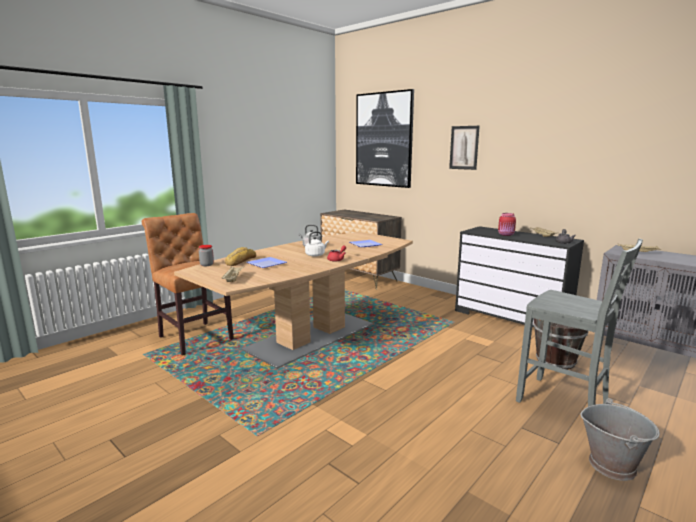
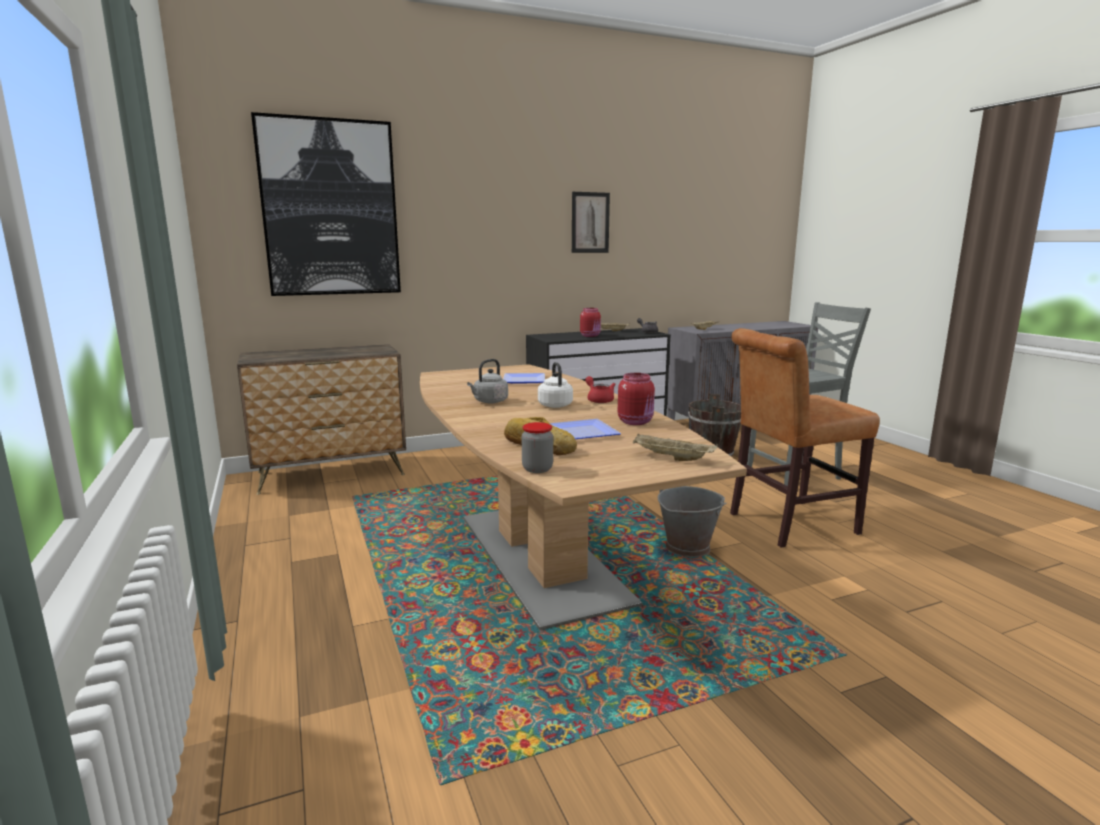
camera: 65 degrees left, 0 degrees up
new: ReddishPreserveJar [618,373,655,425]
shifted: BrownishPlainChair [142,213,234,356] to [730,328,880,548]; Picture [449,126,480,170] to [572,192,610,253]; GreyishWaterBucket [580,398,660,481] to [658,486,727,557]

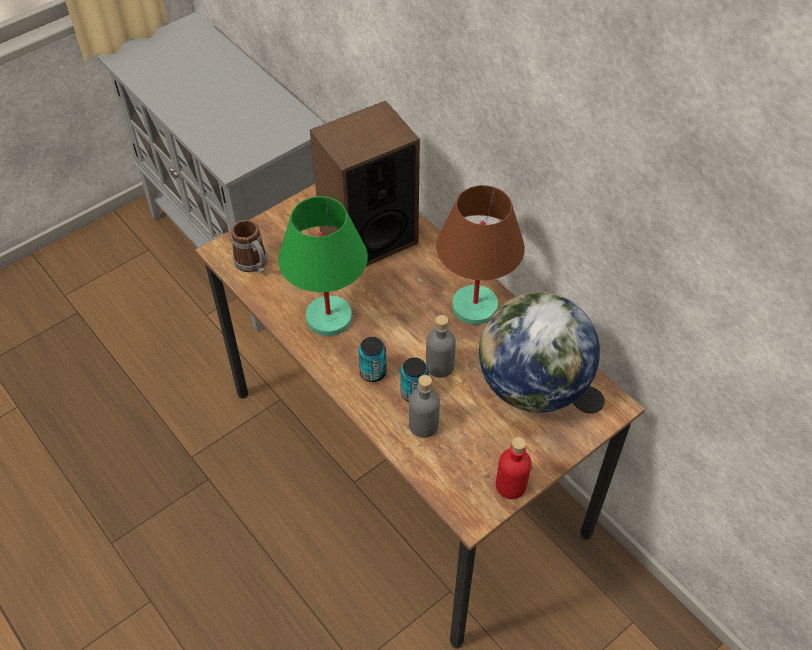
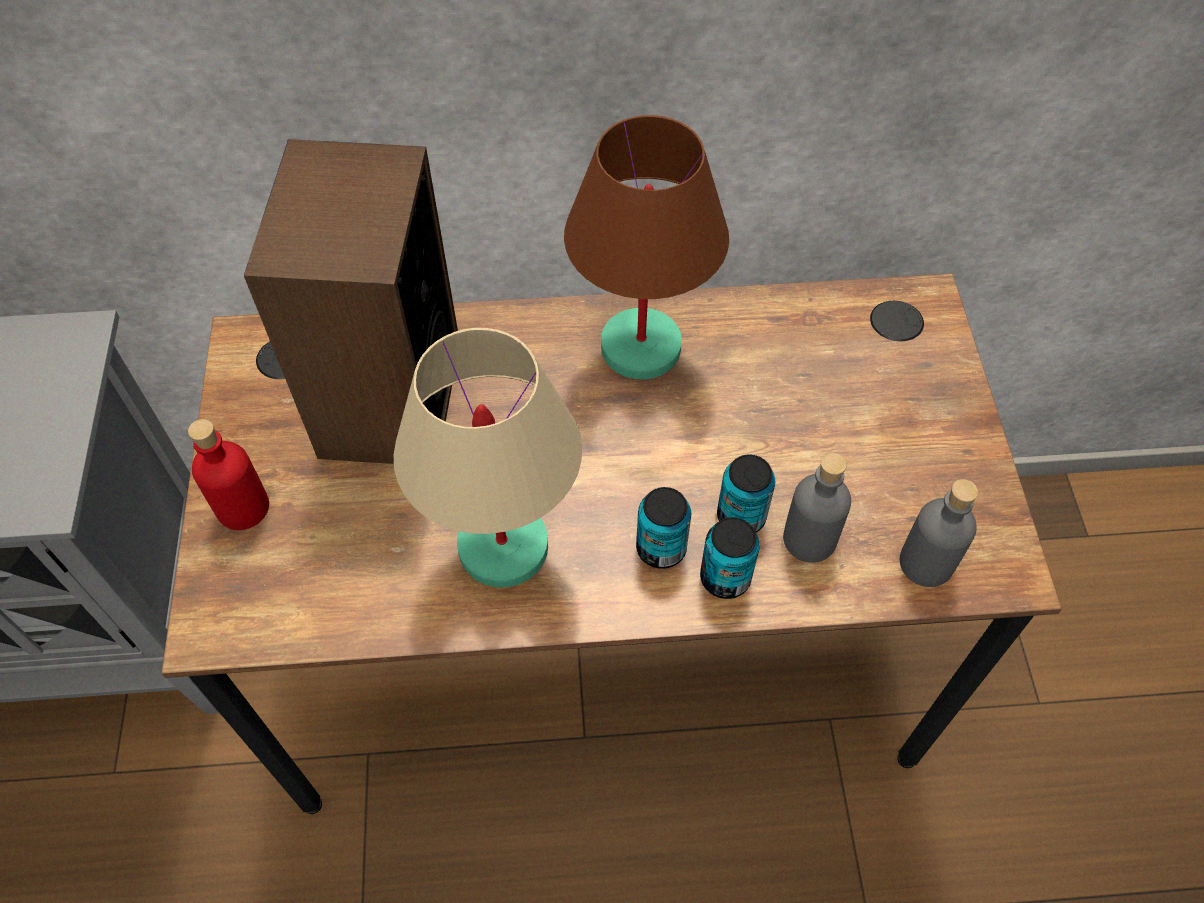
camera: 55 degrees left, 5 degrees up
gone: CoffeeMug [231,220,267,274]; WorldGlobe [479,292,600,413]
new: MetalCan [700,517,760,599]
shifted: GreyishDrinkBottle [426,315,456,378] to [899,479,978,587]; ReddishDrinkBottle [496,437,531,499] to [188,419,269,530]
repainted: GreenColouredLampForATable [278,196,368,336] to SandColouredLampForATable [394,328,582,588]

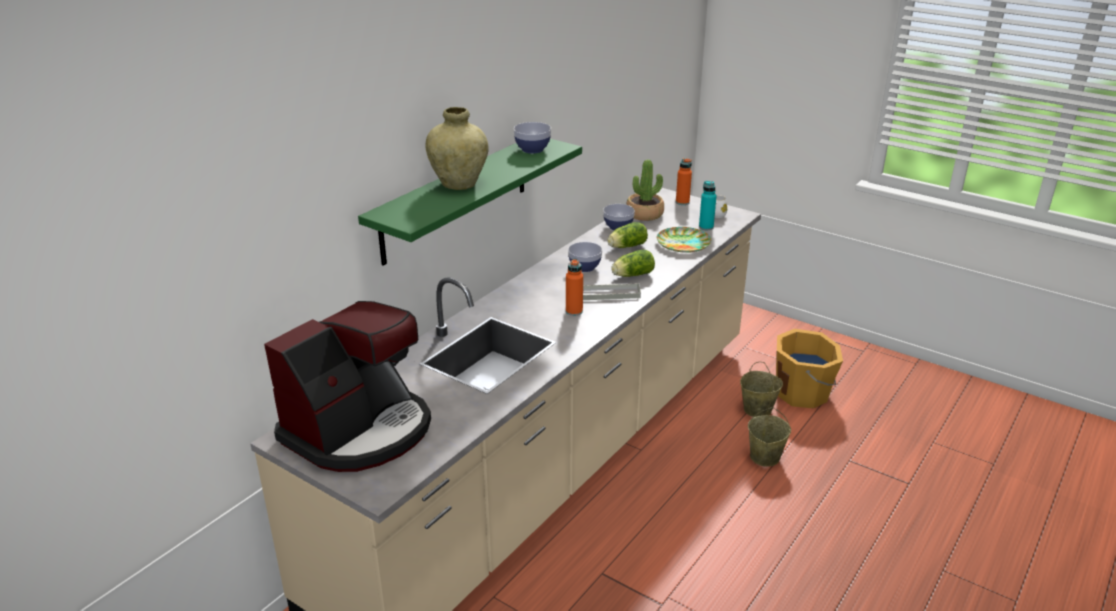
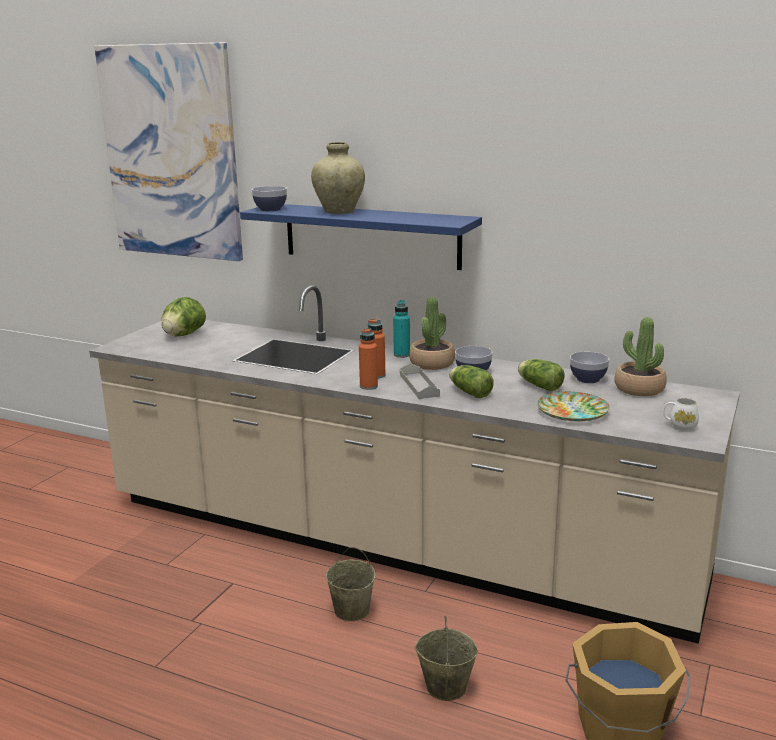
camera: 80 degrees right, 10 degrees down
new: Picture [94,42,243,261]; PlantInAPot [409,297,455,370]
shifted: DeepDish [514,122,551,153] to [252,186,287,211]; OrangeColouredDrinkBottle [676,158,692,205] to [359,328,378,390]; TurquoiseColouredDrinkBottle [699,181,716,230] to [393,300,410,358]; SandColouredWaterBucket [740,362,783,417] to [326,547,375,621]
swapped: CoffeeMaker [264,301,431,472] to HeadOfLettuce [162,297,206,337]
repainted: GreenColouredBracketShelf [358,139,582,266] to BlueBracketShelf [240,204,482,270]

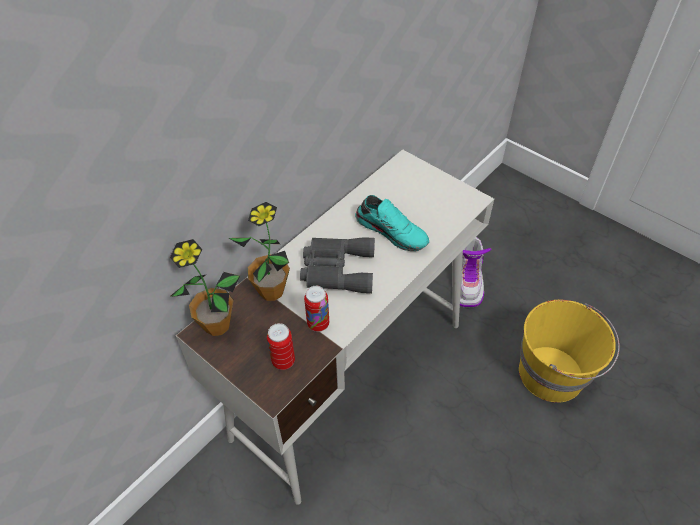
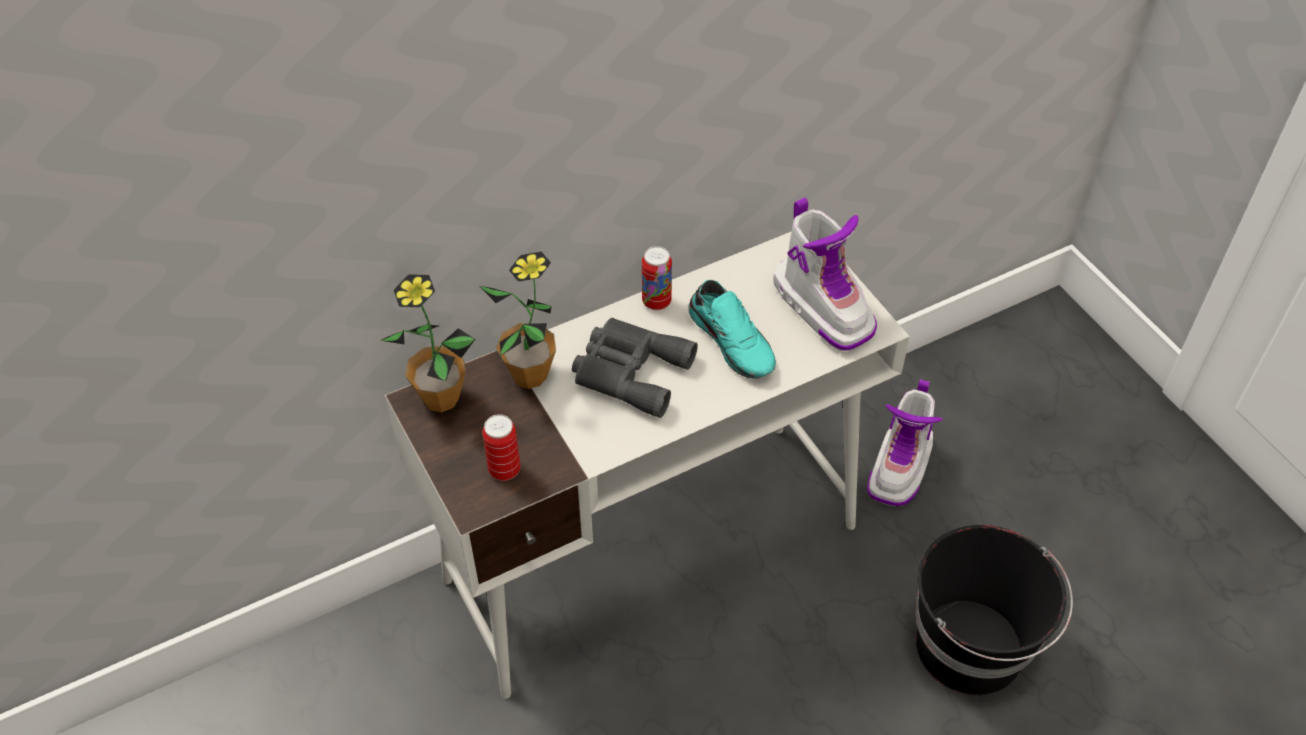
camera: 20 degrees right, 0 degrees up
new: Boot [773,197,877,351]
shifted: MetalCan [304,286,329,332] to [642,246,672,310]
repainted: YellowWaterBucket [519,300,620,403] to BlackWaterBucket [916,525,1073,695]

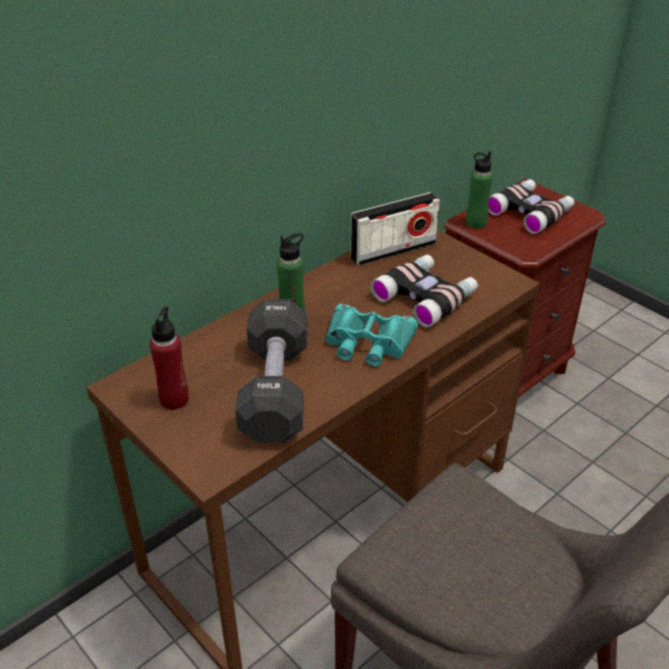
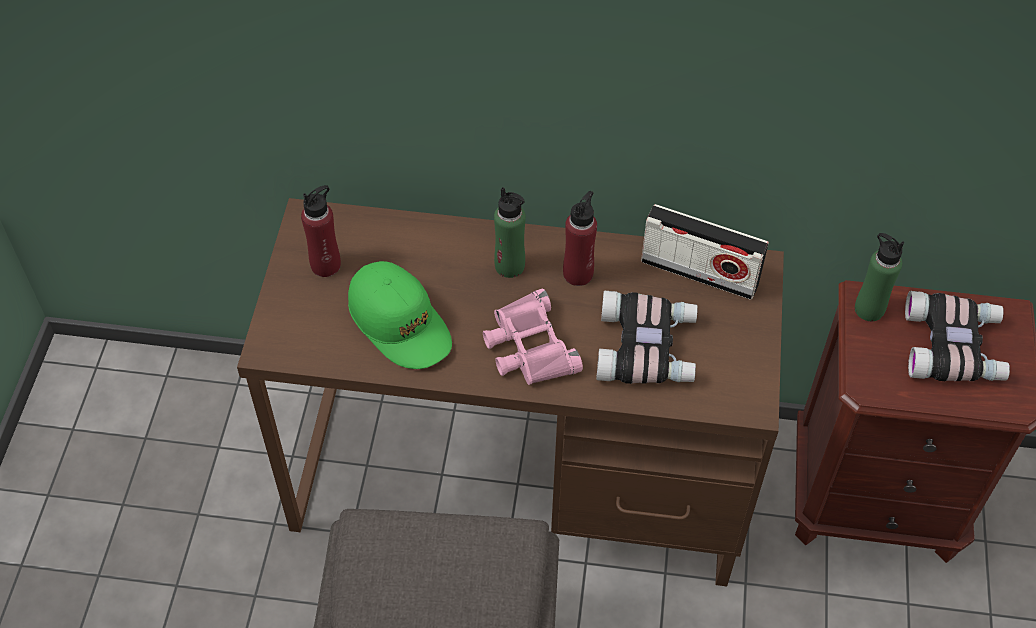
camera: 50 degrees right, 15 degrees up
new: ReddishDrinkBottle [563,191,597,286]
swapped: BlackDumbbell [235,299,308,443] to GreenColouredBaseballCap [348,261,452,369]
repainted: TurquoiseColouredPairOfBinoculars [325,304,418,366] to PinkPairOfBinoculars [483,288,583,385]

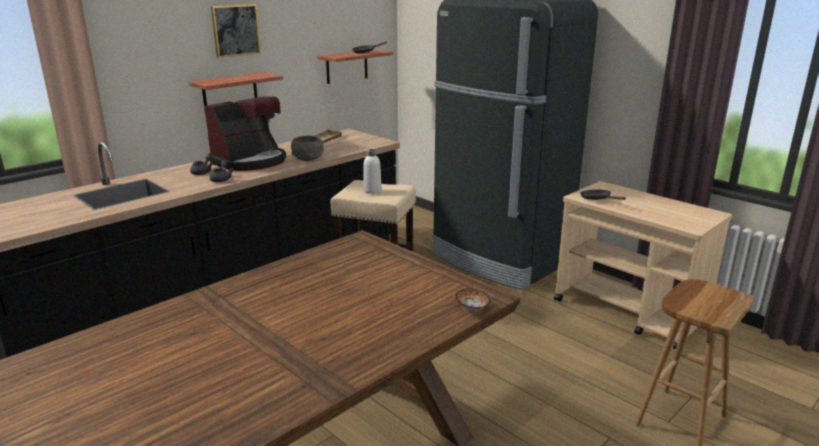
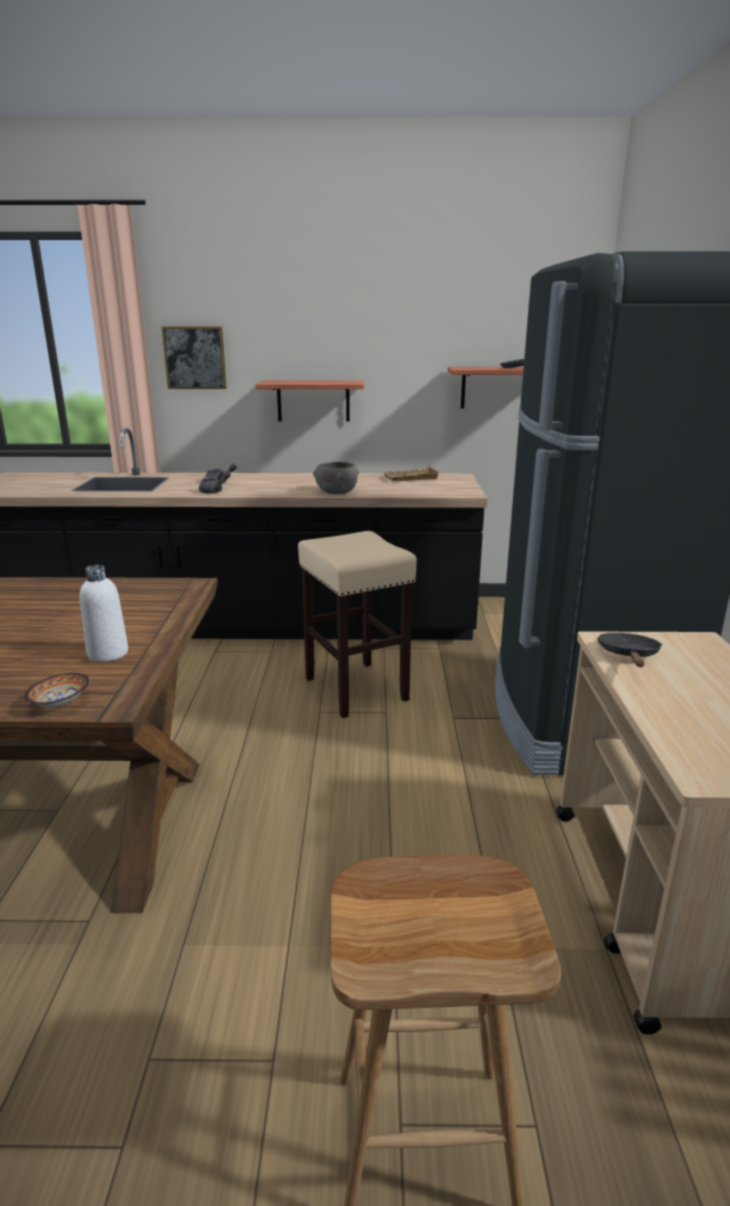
camera: 45 degrees right, 0 degrees up
gone: CoffeeMaker [204,96,286,171]
shifted: Picture [211,4,261,58] to [162,326,227,389]; WhitishDrinkBottle [363,149,382,194] to [80,565,128,662]

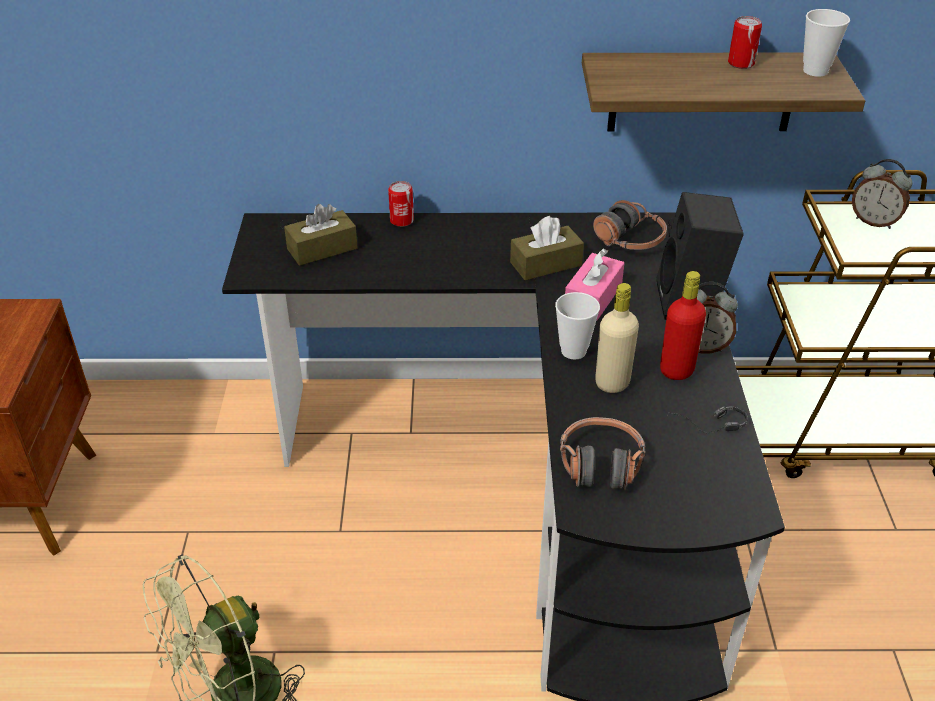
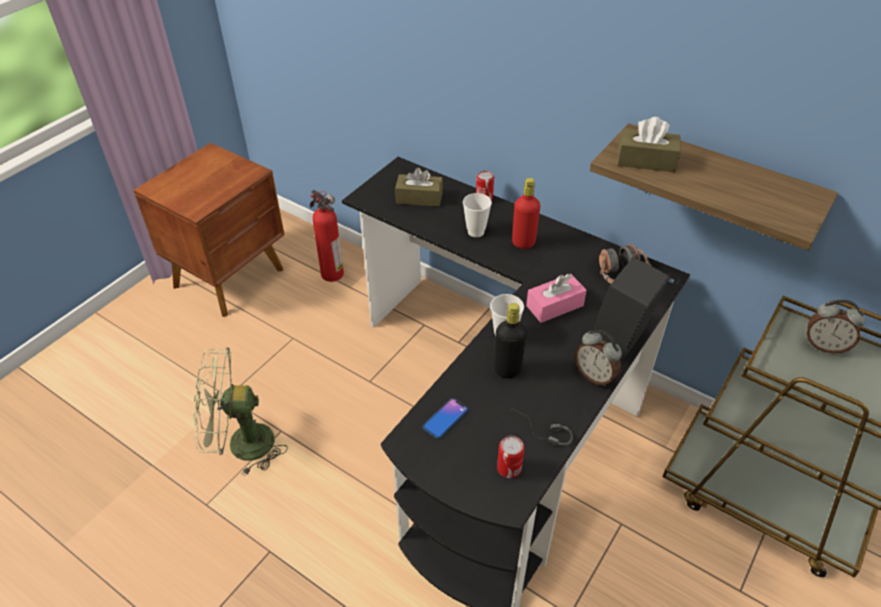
camera: 35 degrees right, 5 degrees up
new: FireExtinguisher [310,190,344,282]
shifted: BrownishBoxOfTissues [510,216,584,280] to [617,117,681,172]; ReddishDrinkBottle [660,271,706,380] to [512,178,540,249]; MetalCan [728,16,762,69] to [497,436,525,478]; Cup [803,9,850,77] to [463,193,492,237]
swapped: Headset [560,417,646,491] to Handset [422,398,468,439]
repainted: SandColouredDrinkBottle [595,283,639,393] to BlackDrinkBottle [494,303,527,378]
rotated: BedsideClock [852,159,912,229] = [807,299,865,353] 45 degrees counterclockwise

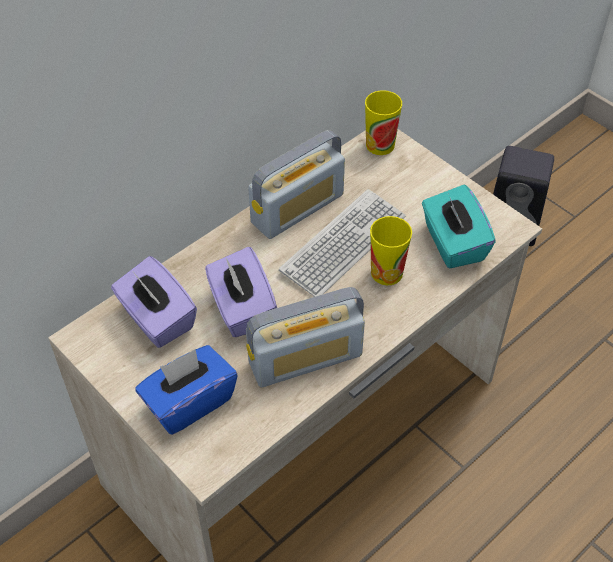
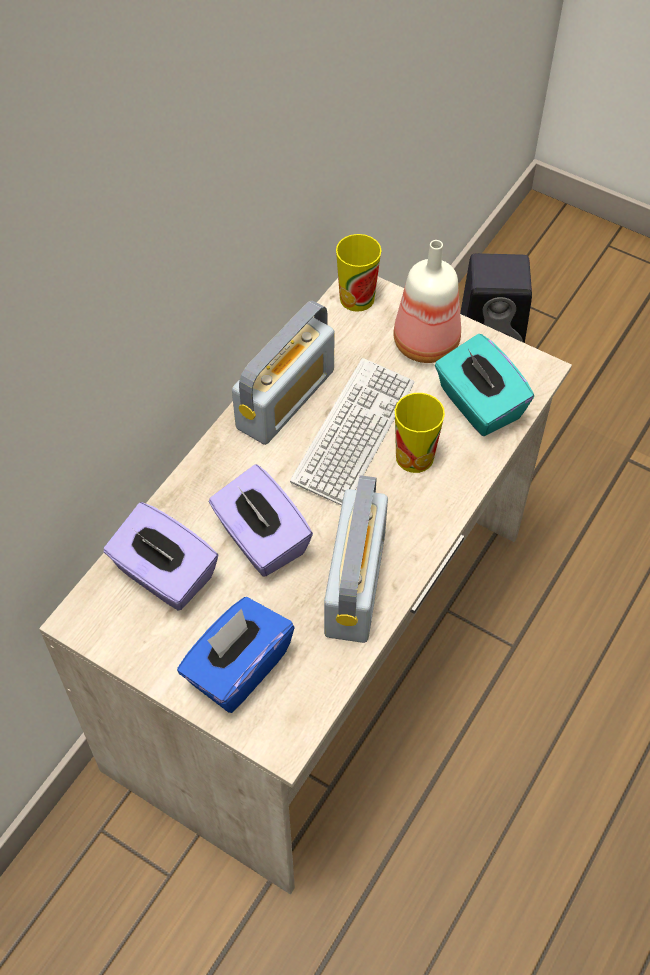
camera: 15 degrees left, 5 degrees up
new: DrinkBottle [393,240,461,363]
rotated: Radio [246,287,365,387] = [324,475,388,643] 45 degrees counterclockwise

